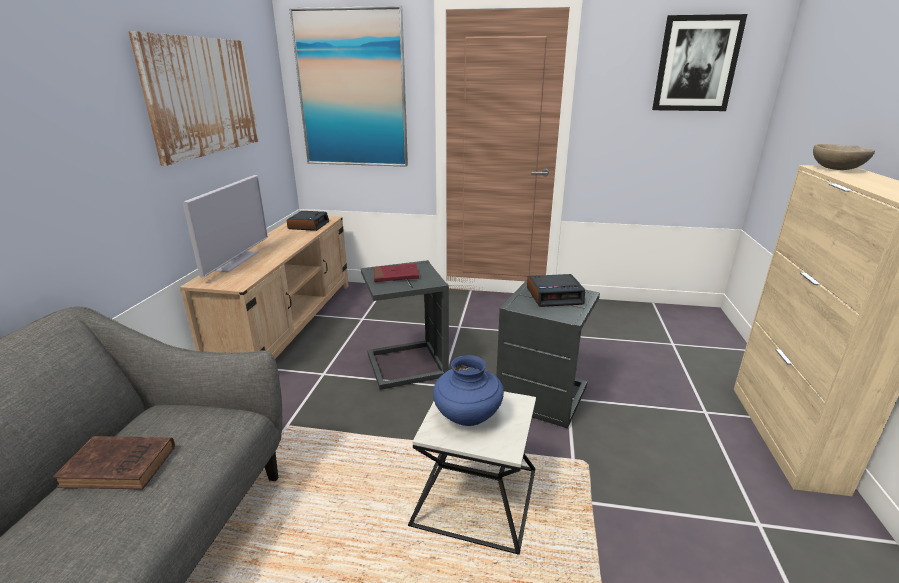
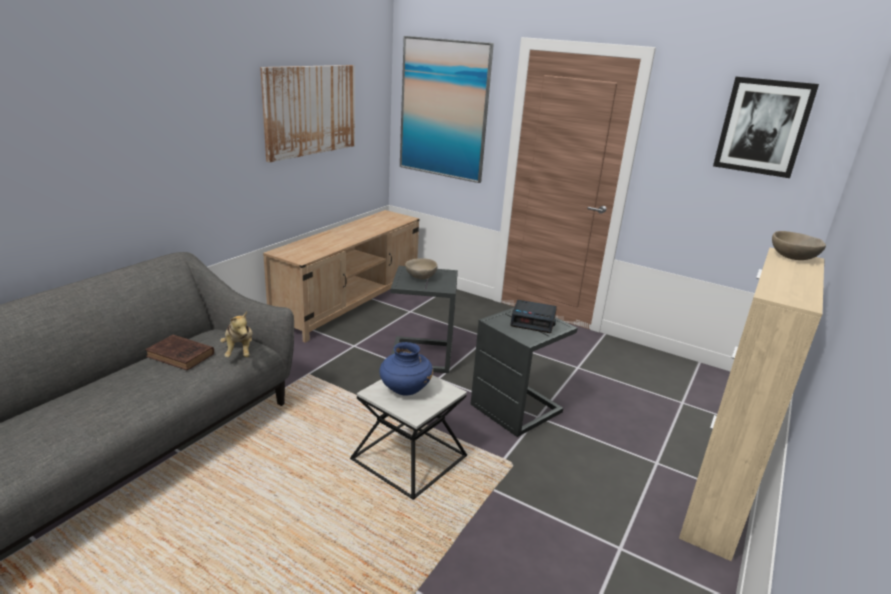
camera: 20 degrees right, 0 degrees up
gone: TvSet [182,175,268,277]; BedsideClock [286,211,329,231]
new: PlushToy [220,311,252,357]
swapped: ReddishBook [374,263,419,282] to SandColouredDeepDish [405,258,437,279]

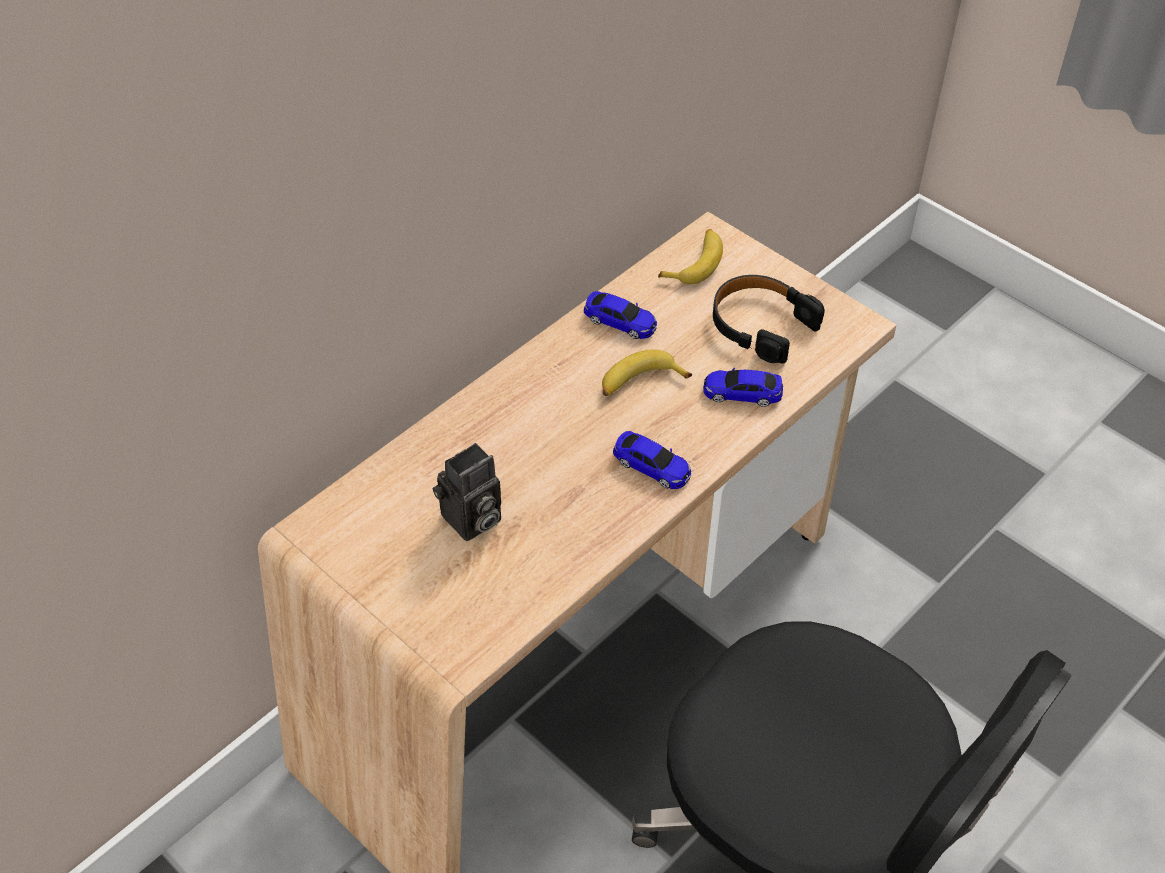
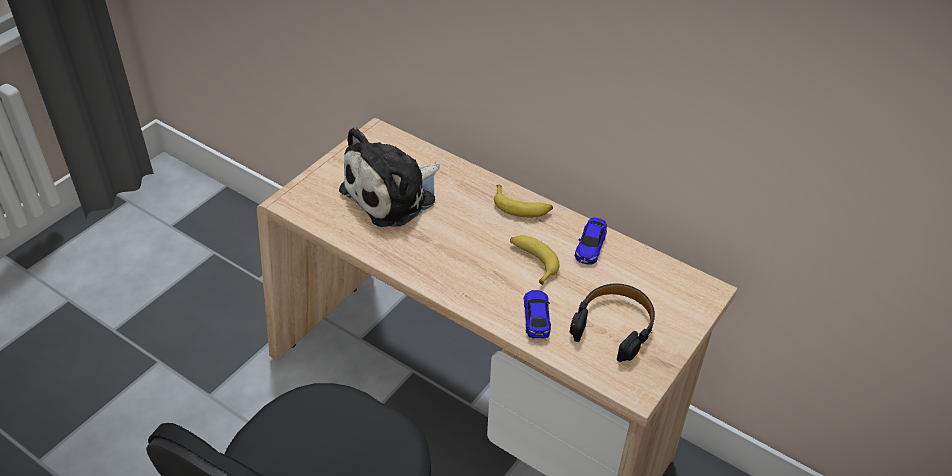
camera: 80 degrees right, 5 degrees down
gone: ModelCar [613,431,691,489]
shifted: WholeBanana [658,229,723,285] to [494,185,553,217]
swapped: StillCamera [432,443,501,541] to PlushToy [339,127,440,227]

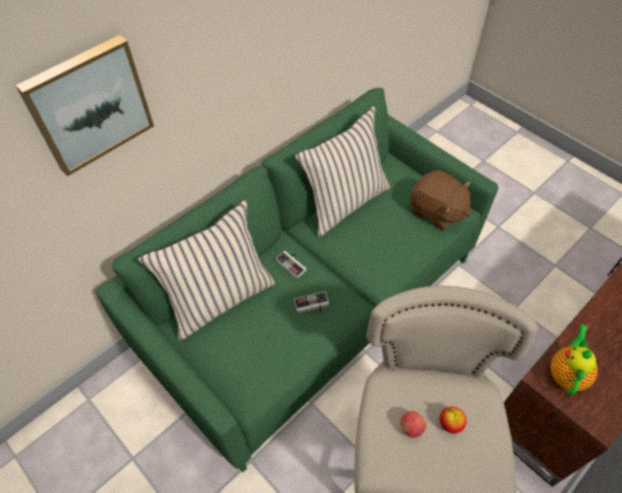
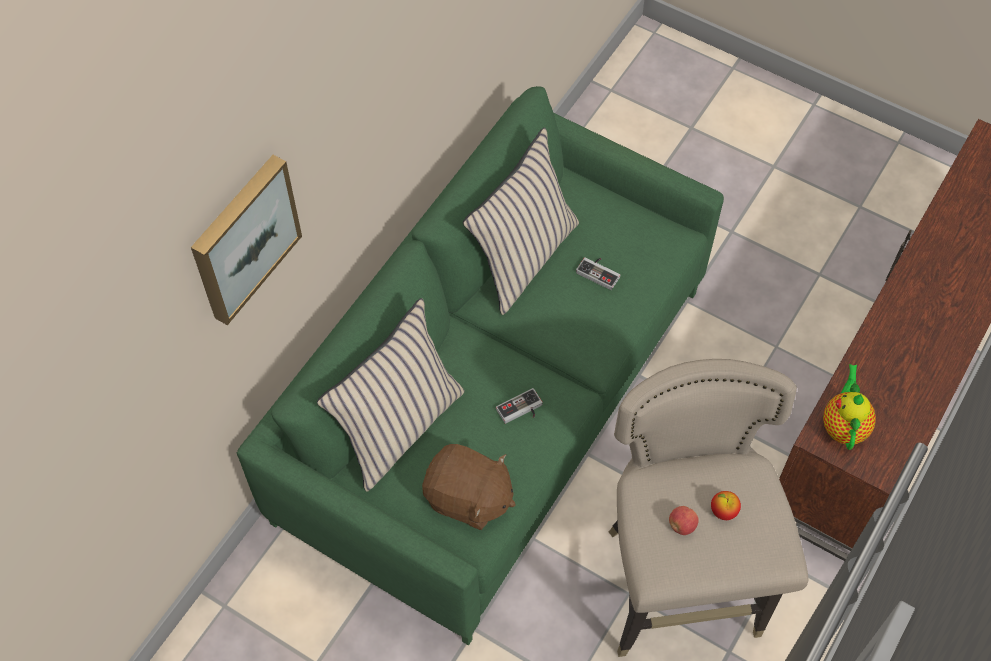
camera: 15 degrees left, 5 degrees up
shifted: Gamepad [275,251,306,279] to [576,257,620,290]; BrownishPlushToy [410,170,471,230] to [422,444,516,530]

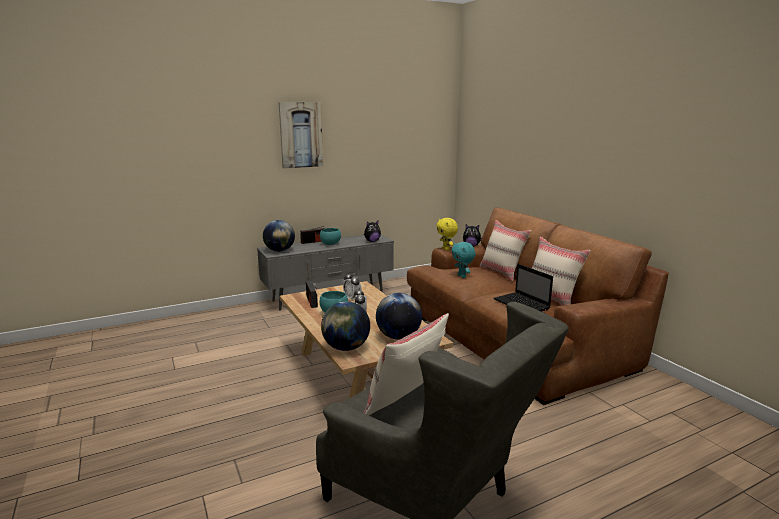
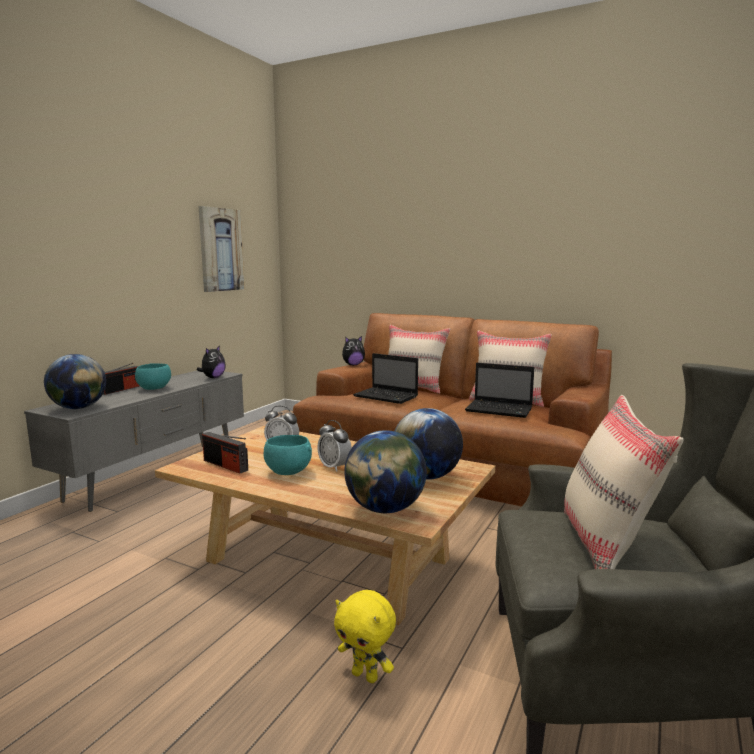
camera: 35 degrees left, 5 degrees down
shifted: Picture [279,102,323,169] to [199,206,244,292]; YellowPlushToy [436,218,458,251] to [334,590,396,683]
swapped: TurquoiseColouredPlushToy [452,242,476,278] to PortableComputer [353,353,418,404]

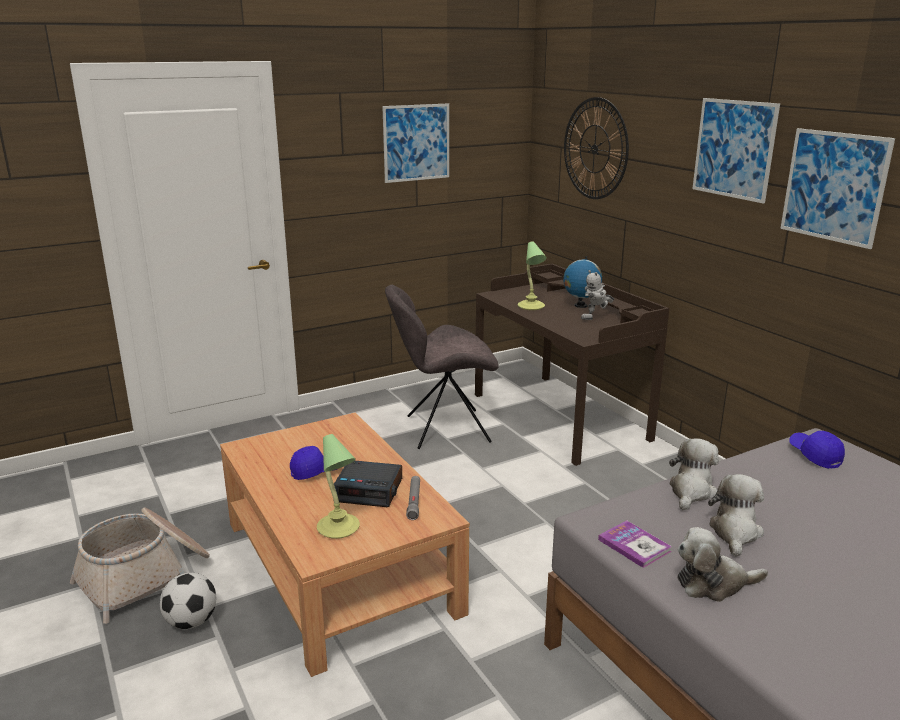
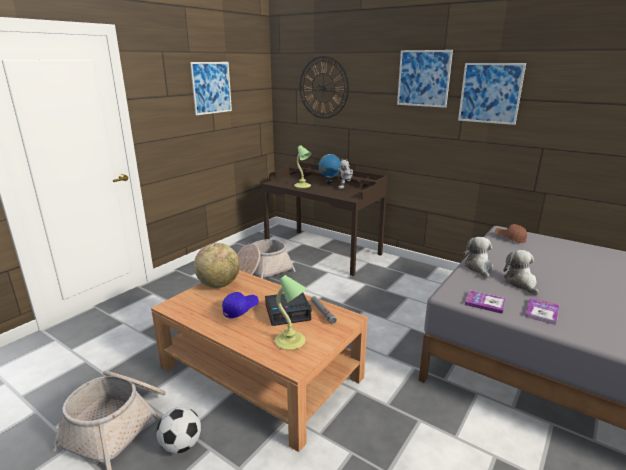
camera: 25 degrees left, 0 degrees up
new: WorldGlobe [194,243,240,288]
swapped: GreyishPlainChair [385,285,499,449] to HouseholdBasket [237,239,296,279]; PlushToy [678,527,768,602] to Book [525,298,559,325]
repainted: BlueBaseballCap [789,431,845,469] to BrownishBaseballCap [495,224,527,243]

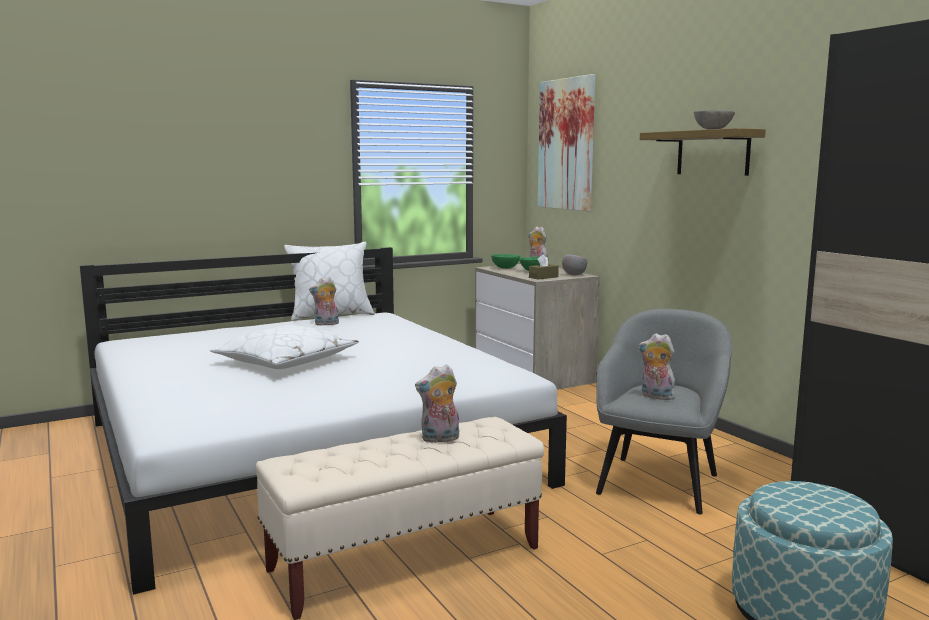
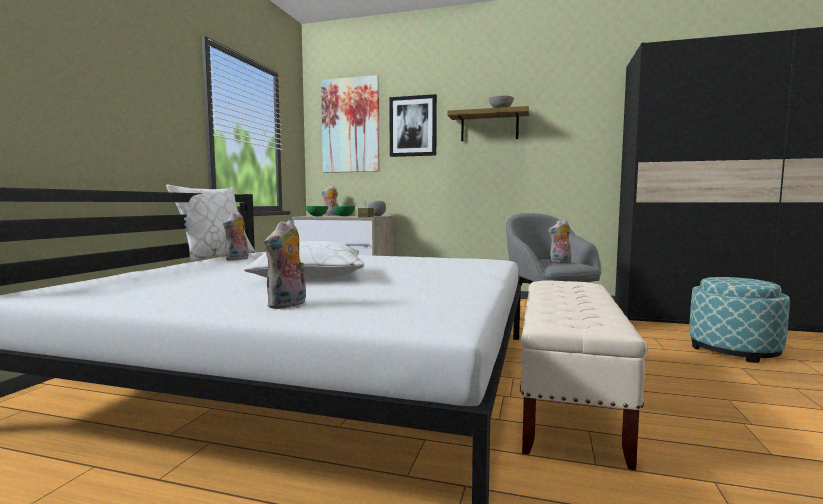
camera: 45 degrees left, 5 degrees down
new: Picture [389,94,437,157]
shifted: PlushToy [415,364,459,443] to [264,220,306,309]

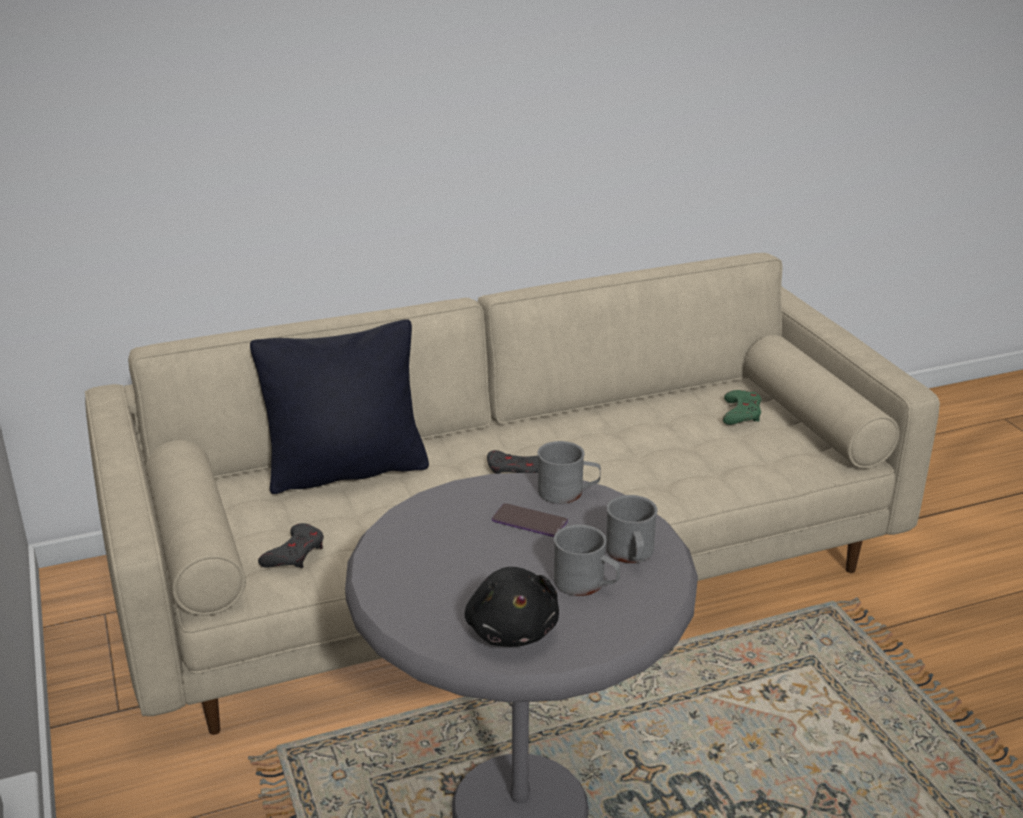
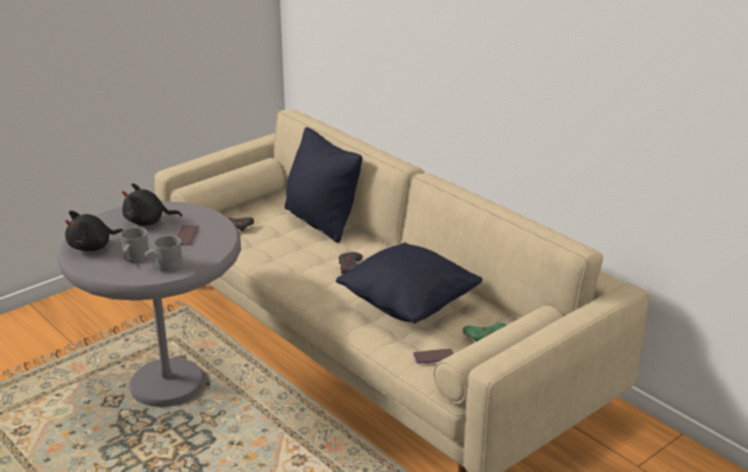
camera: 70 degrees right, 0 degrees up
gone: GreyishCoffeeMug [538,441,601,504]
new: BlackPlushToy [122,183,182,226]; BlackPillow [336,243,483,323]; Handset [413,348,454,364]

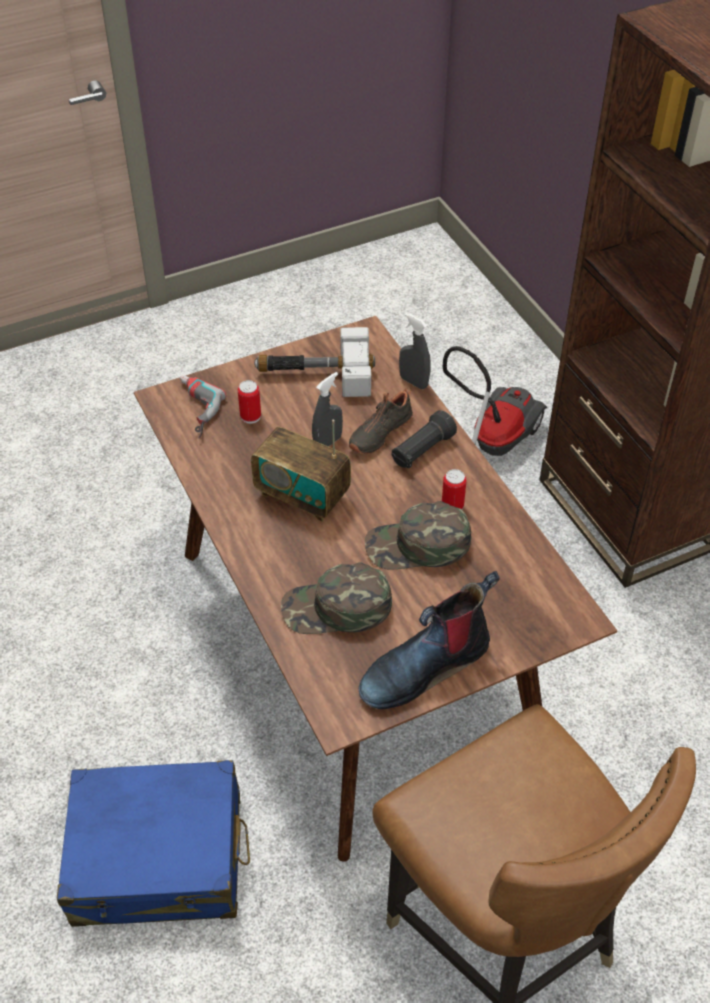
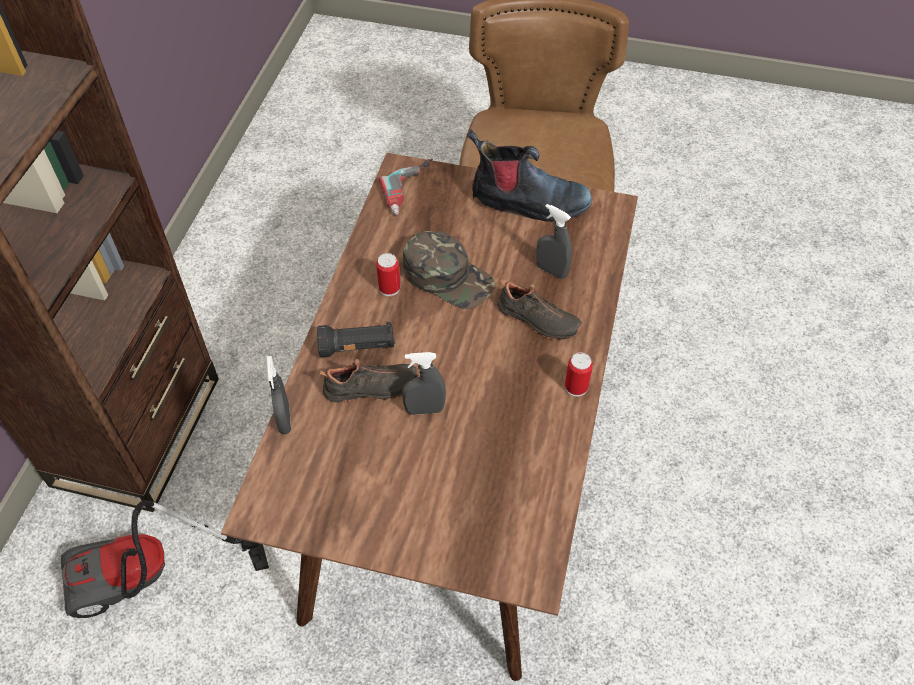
camera: 140 degrees left, 5 degrees up
gone: BlueTravelCase [57,760,250,927]; Radio [251,419,351,522]; ToolHammer [254,327,375,397]
new: BlackItemOfFootwear [497,278,583,340]
shifted: ElectricDrill [180,376,226,438] to [379,159,433,215]; MetalCan [238,380,261,424] to [565,352,593,397]
swapped: GreenColouredBaseballCap [281,562,392,634] to GreyishHandSprayer [537,204,572,279]

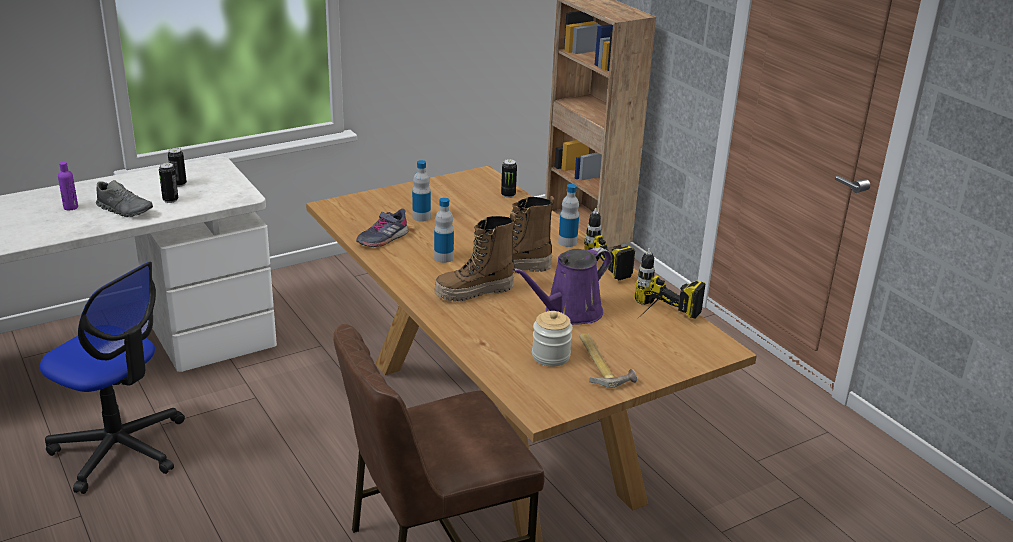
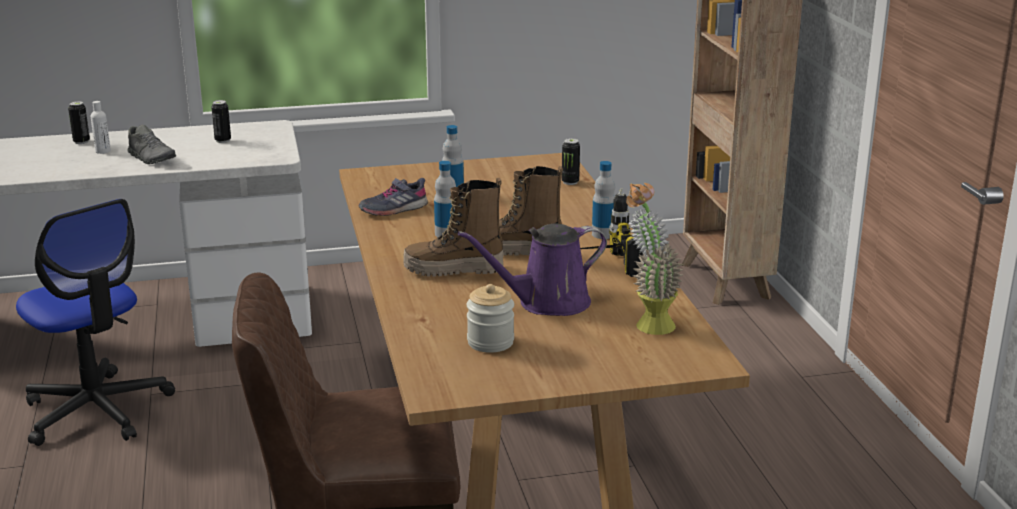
camera: 20 degrees right, 5 degrees down
gone: ToolHammer [579,333,637,388]
shifted: MetalCan [159,163,178,203] to [68,101,90,144]
swapped: ElectricDrill [634,248,706,319] to PlantInAPot [626,183,684,335]
repainted: PurplishDrinkBottle [58,162,78,210] to WhitishDrinkBottle [91,101,111,154]

